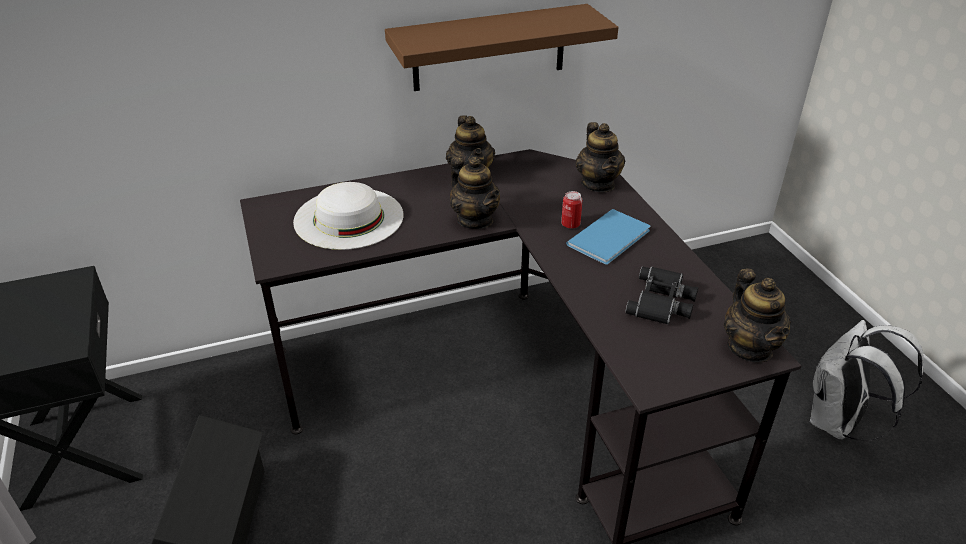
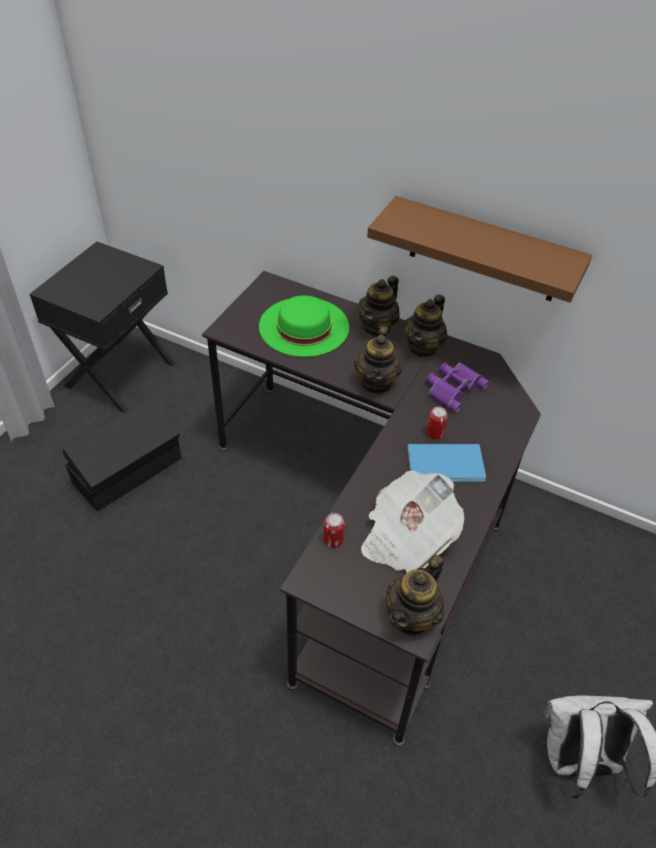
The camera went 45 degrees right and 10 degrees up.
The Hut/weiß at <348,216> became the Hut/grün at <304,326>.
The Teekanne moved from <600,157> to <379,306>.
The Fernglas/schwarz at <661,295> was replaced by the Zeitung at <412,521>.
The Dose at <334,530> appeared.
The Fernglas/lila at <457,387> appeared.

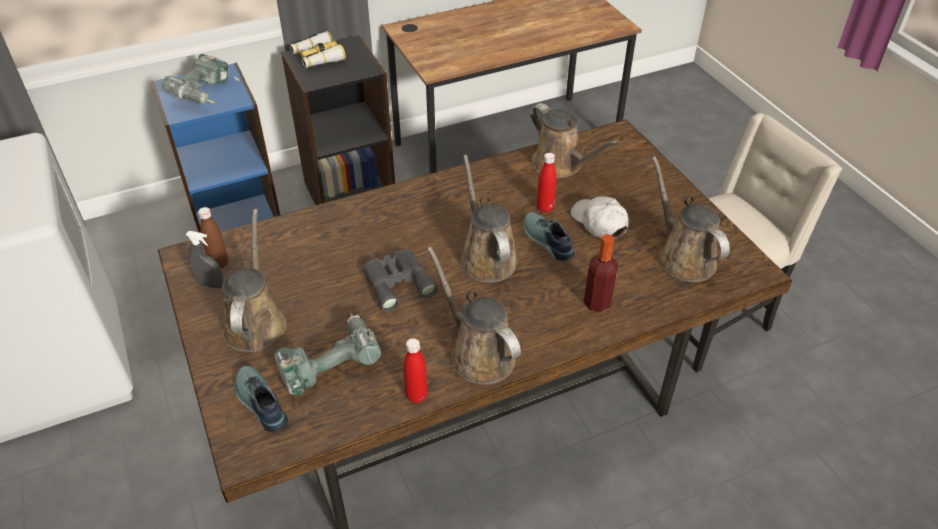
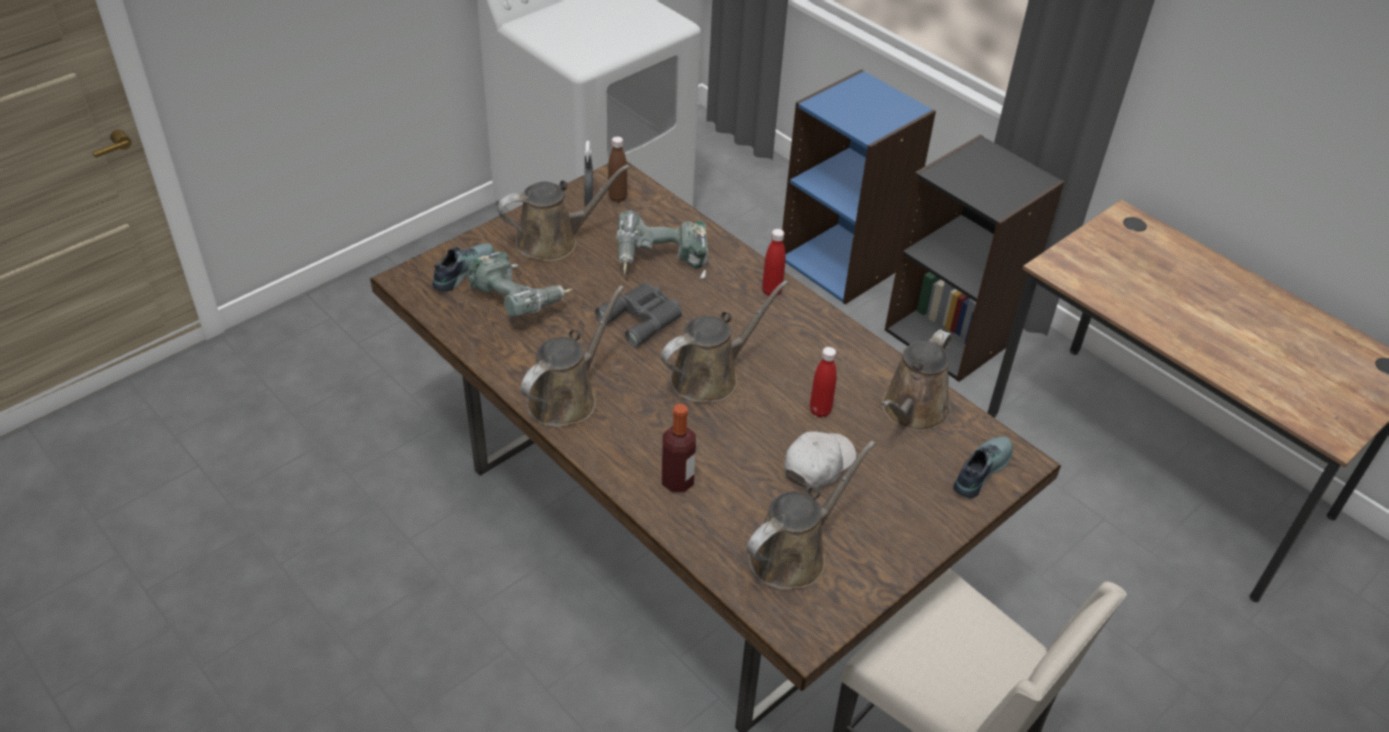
The camera went 70 degrees right and 0 degrees up.
The Bohrmaschine moved from <201,79> to <662,245>.
The Fernglas at <318,49> disappeared.
The Flasche/rot moved from <415,370> to <774,262>.
The Schuh moved from <549,236> to <983,467>.

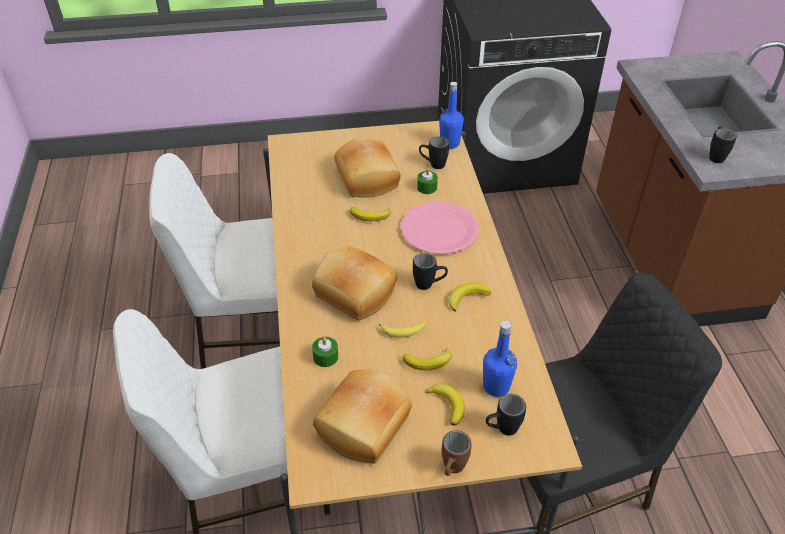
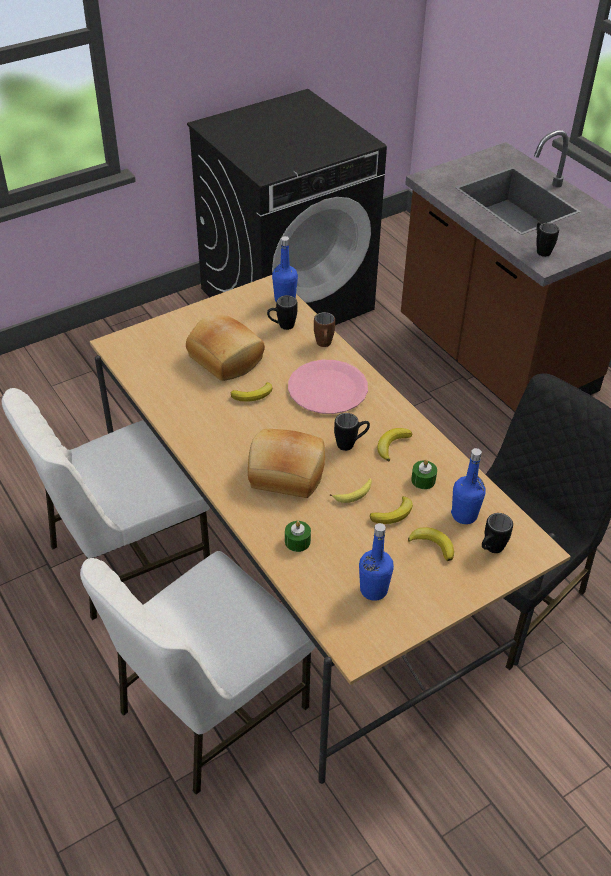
The camera went 25 degrees left and 0 degrees up.
The Brot at <362,417> was replaced by the Flasche/blau at <376,562>.
The Kerze/grün moved from <427,181> to <424,474>.
The Henkelbecher/braun moved from <457,453> to <324,329>.

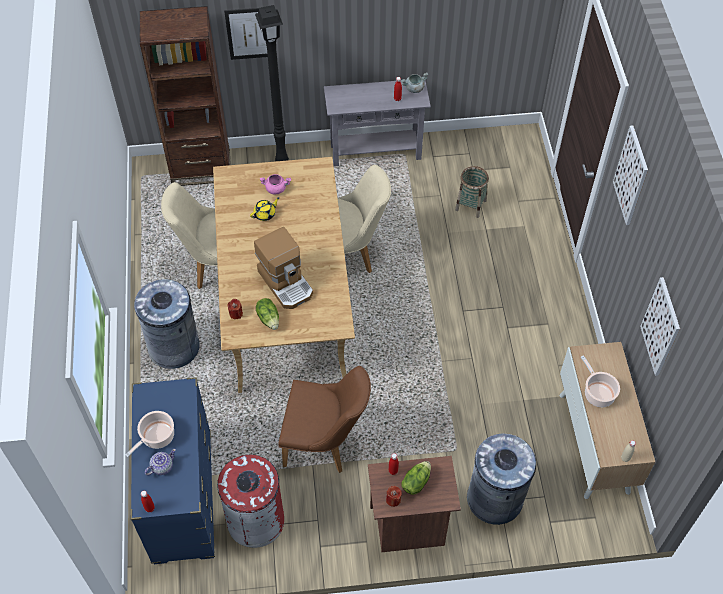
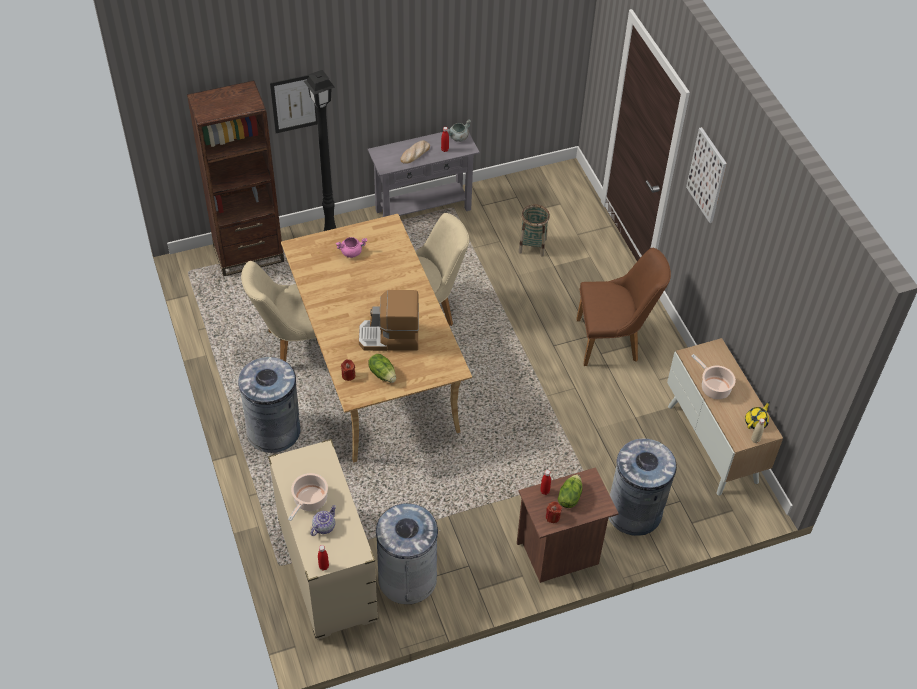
The camera went 15 degrees left and 5 degrees down.
The Kommode/blau at <173,470> became the Kommode/beige at <323,539>.
The Mülleimer/rot at <250,501> became the Mülleimer/grau at <407,553>.
The Teekanne/gelb moved from <265,209> to <757,415>.
The Kaffeemaschine at <283,268> turned 135 degrees clockwise.
The Stuhl/braun moved from <324,419> to <623,307>.
The Bild at <660,326> disappeared.
The Brot at <415,152> appeared.

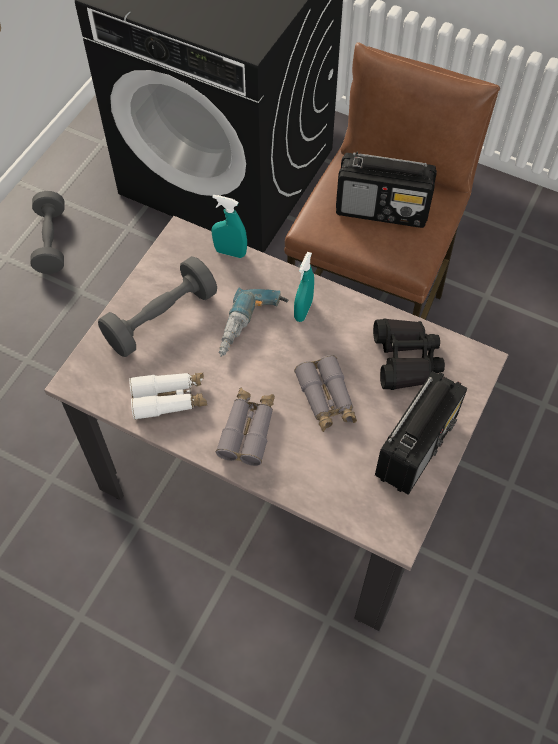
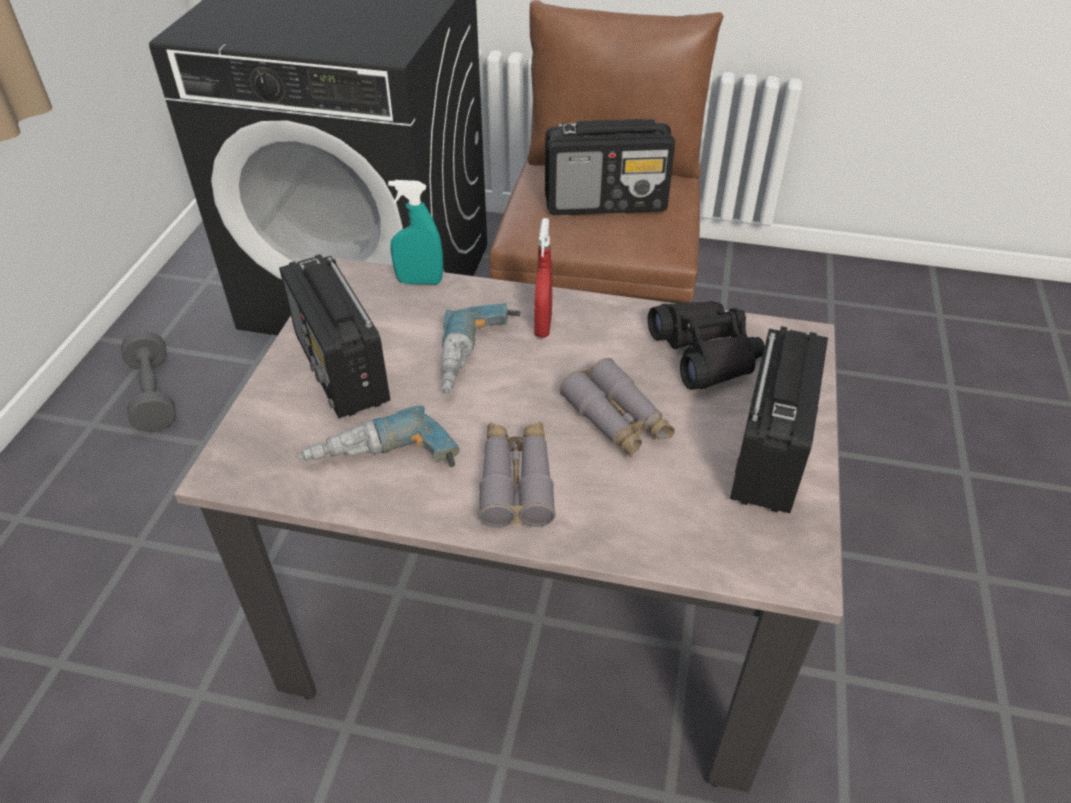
The camera went 15 degrees left and 15 degrees down.
The Hantel/grau at <157,306> was replaced by the Radio at <334,336>.
The Fernglas/weiß at <168,396> was replaced by the Bohrmaschine at <379,436>.
The Sprühflasche/türkis at <304,287> became the Sprühflasche/rot at <543,278>.

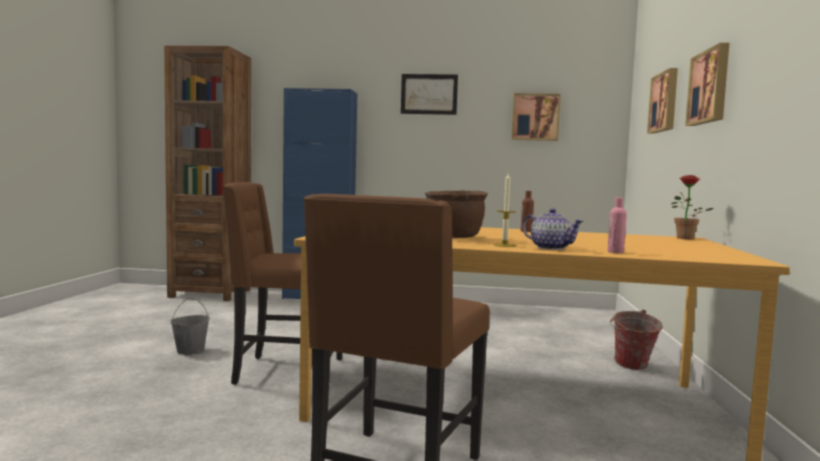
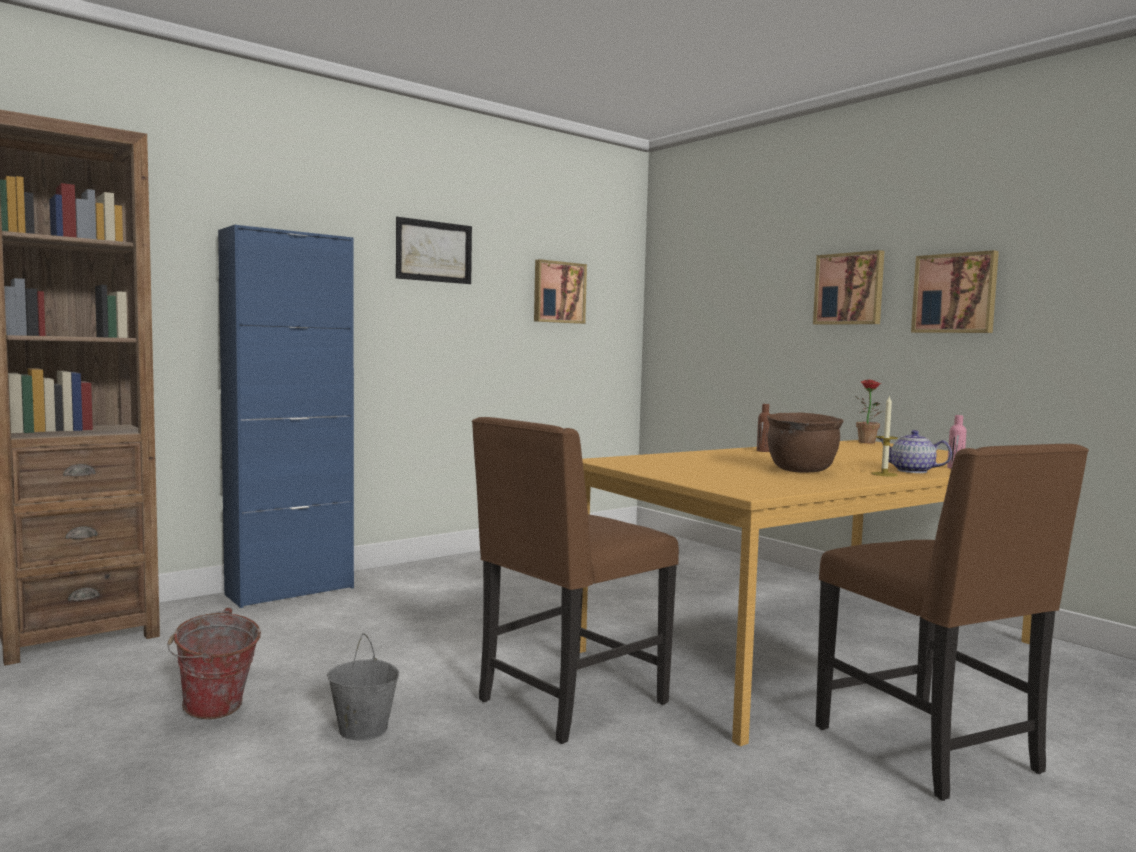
The camera went 45 degrees left and 0 degrees up.
The Teekanne at <553,229> turned 150 degrees counterclockwise.
The Eimer moved from <636,340> to <214,663>.
The Bild moved from <662,101> to <955,291>.

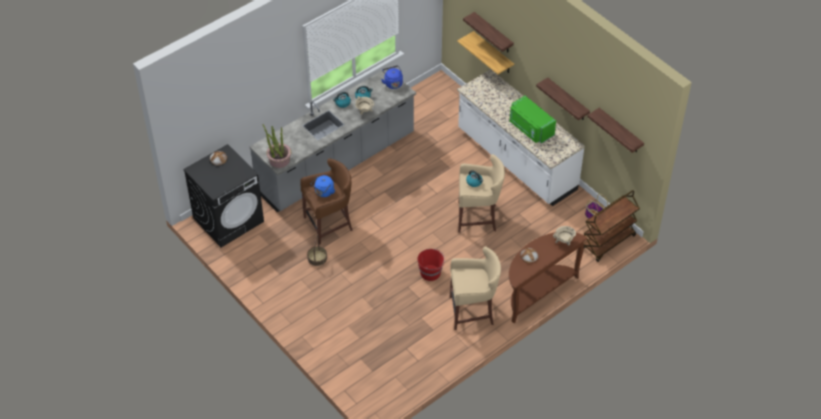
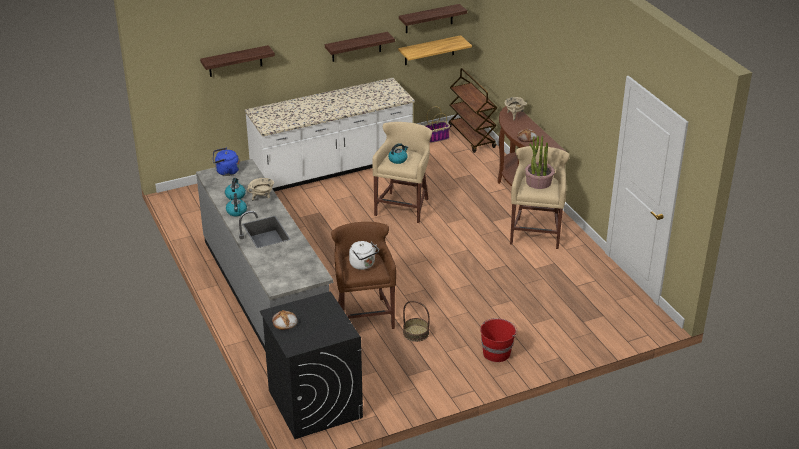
The camera went 75 degrees left and 15 degrees down.
The Topfpflanze moved from <276,146> to <540,162>.
The Wasserkessel/blau at <323,186> became the Wasserkessel/weiß at <364,255>.
The Eimer/rot moved from <431,265> to <498,340>.
The Wandregal moved from <485,53> to <435,50>.
The Mikrowelle/grün at <533,120> disappeared.

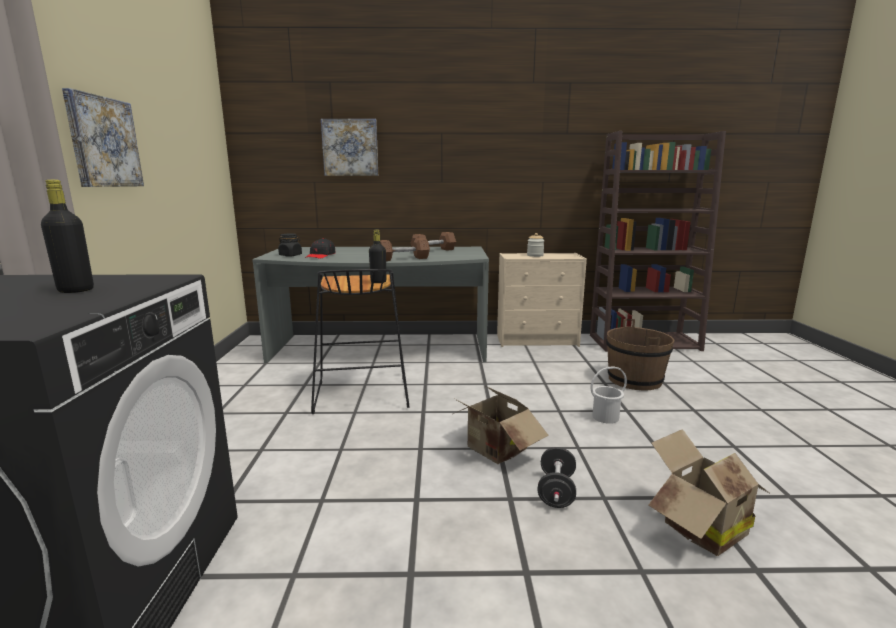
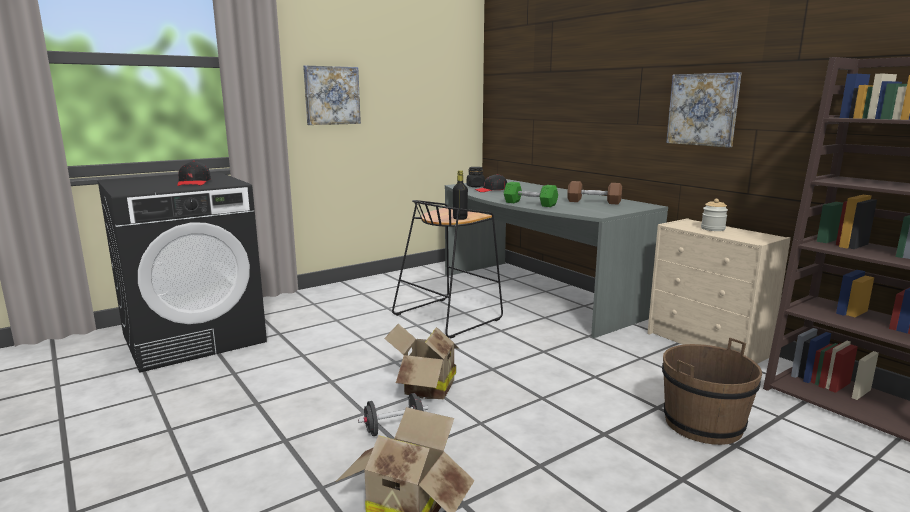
The camera went 55 degrees right and 0 degrees up.
The Flasche/schwarz at <67,236> was replaced by the Kappe/schwarz at <194,173>.
The Bild moved from <349,147> to <703,109>.
The Hantel/braun at <405,249> became the Hantel/grün at <531,194>.
The Eimer/weiß at <609,395> disappeared.

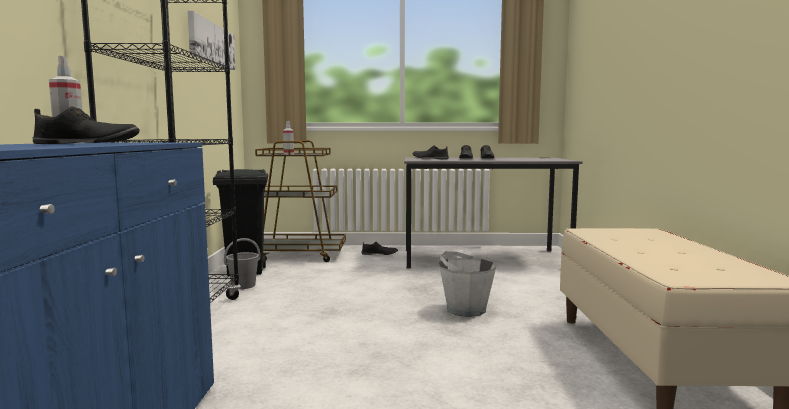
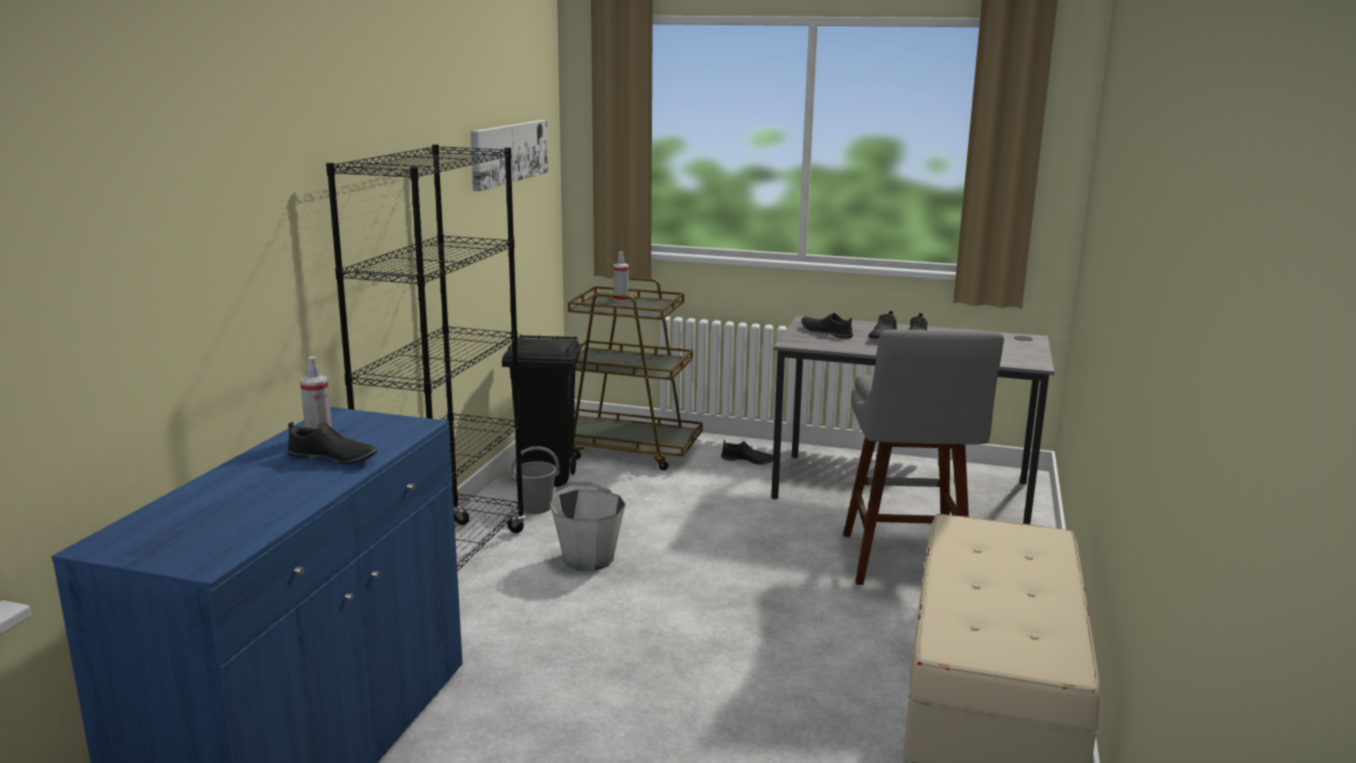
The camera went 15 degrees right and 10 degrees up.
The Eimer/grau moved from <467,284> to <587,526>.
The Hocker/grau at <923,457> appeared.

